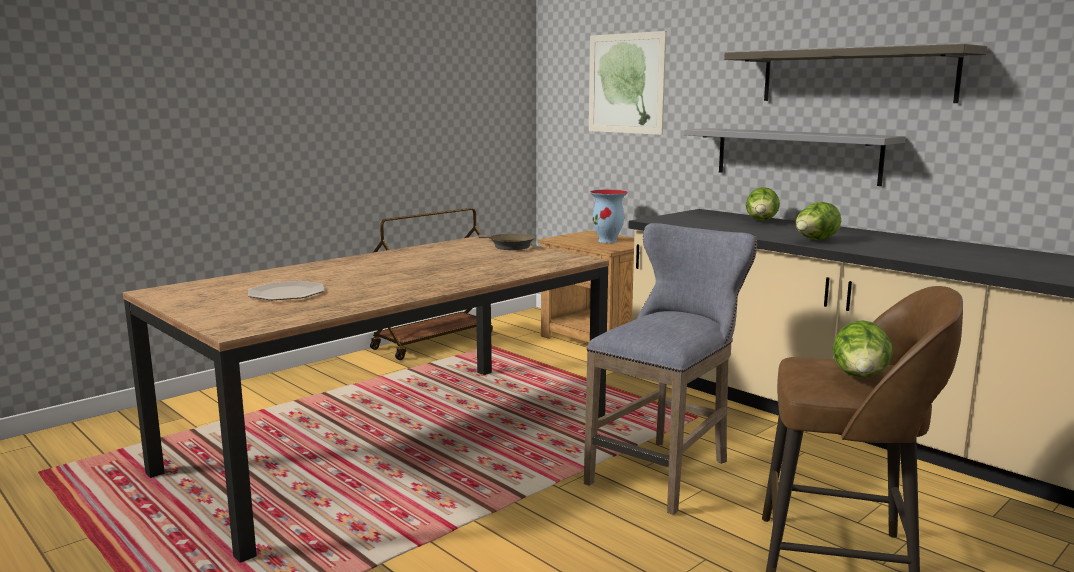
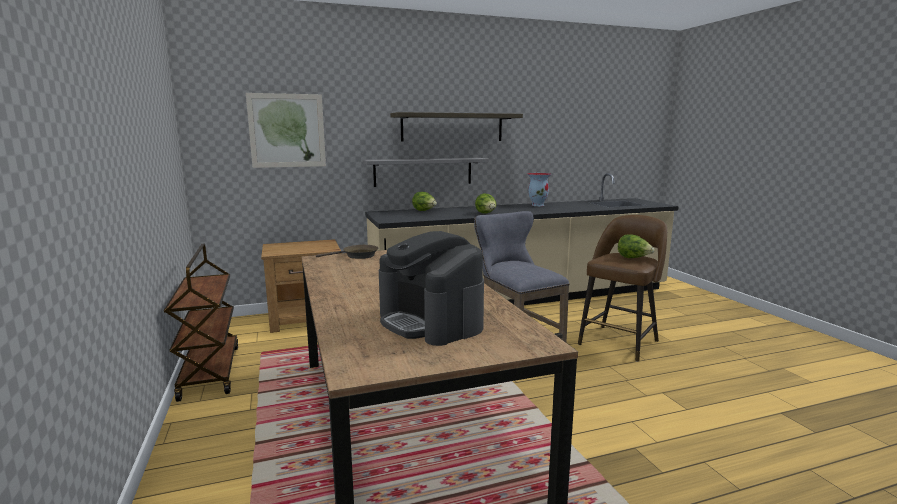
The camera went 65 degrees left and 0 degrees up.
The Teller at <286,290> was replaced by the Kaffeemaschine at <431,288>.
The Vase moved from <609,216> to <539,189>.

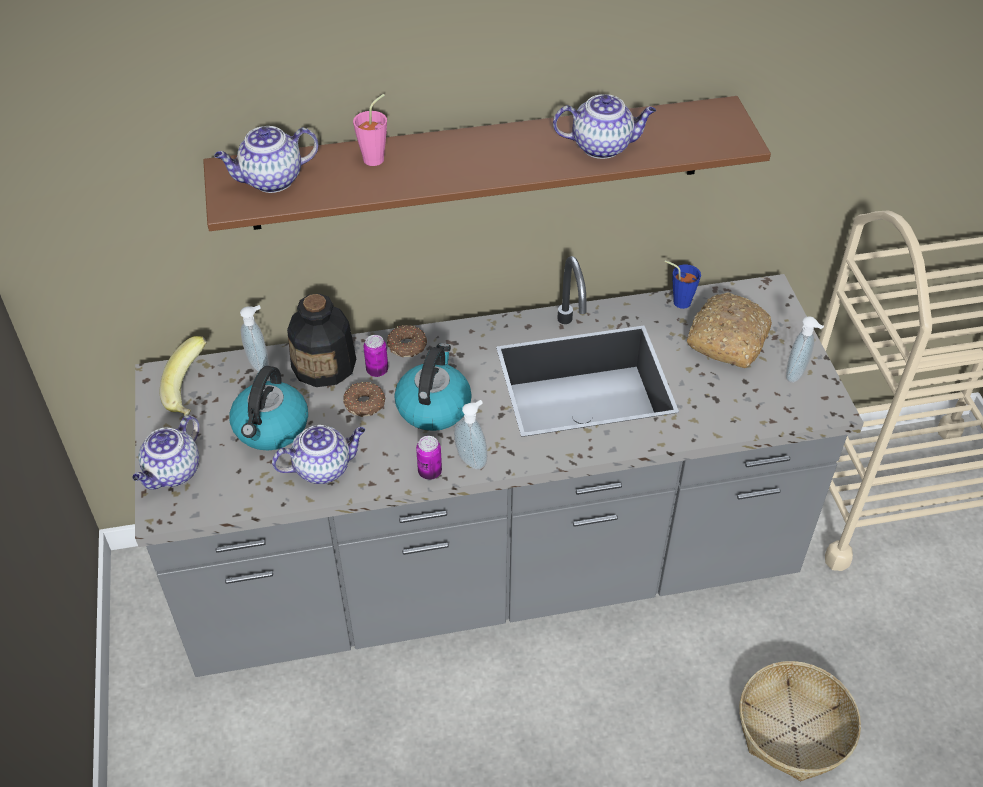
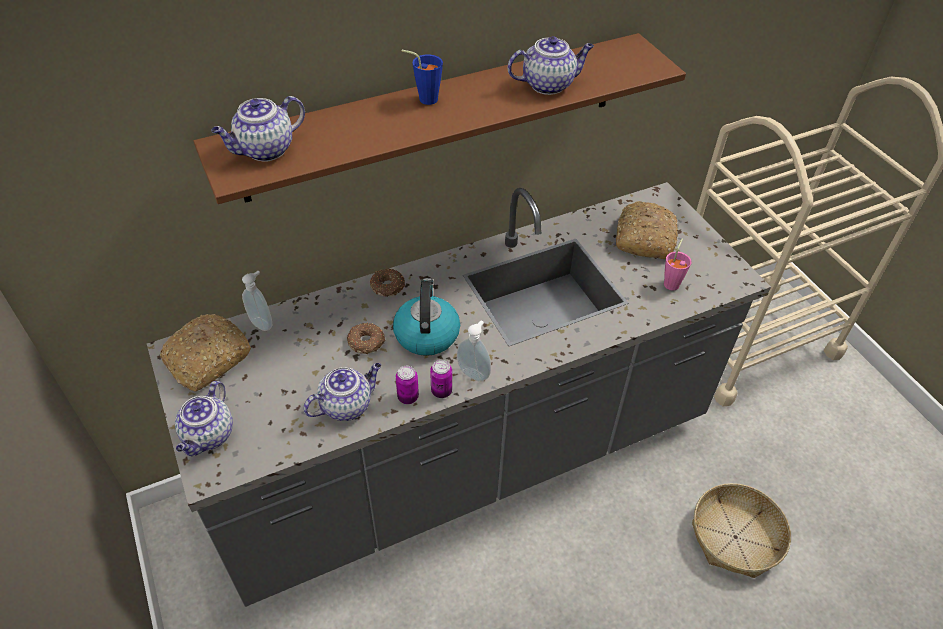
The camera went 15 degrees left and 0 degrees up.
The Banane at <183,376> was replaced by the Brot at <205,352>.
The Wasserkessel at <269,408> disappeared.
The Flasche at <321,340> disappeared.
The Tasse/rosa moved from <370,130> to <678,264>.
The Dose moved from <375,356> to <407,385>.
The Tasse/blau moved from <682,284> to <422,77>.
The Seifenspender at <805,349> disappeared.

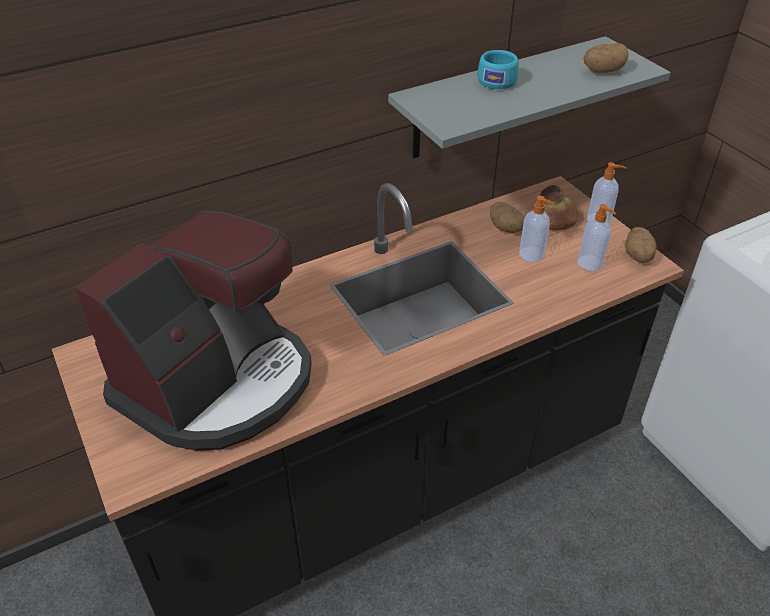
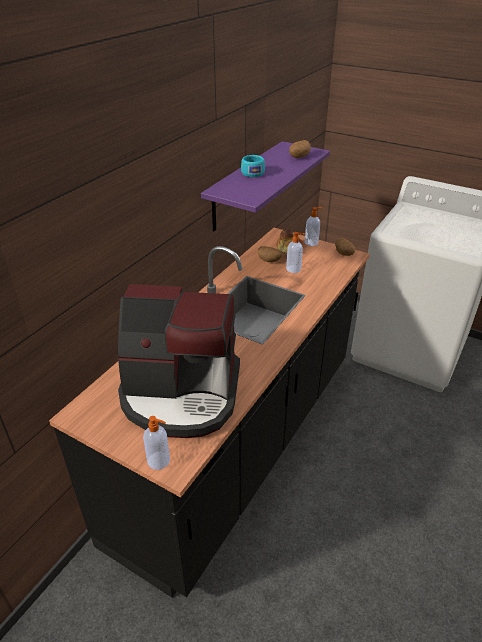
The camera went 30 degrees left and 5 degrees down.
The Kaffeemaschine at <193,330> turned 90 degrees clockwise.
The Wandregal/grau at <529,97> became the Wandregal/lila at <265,186>.
The Seifenspender moved from <597,237> to <156,443>.

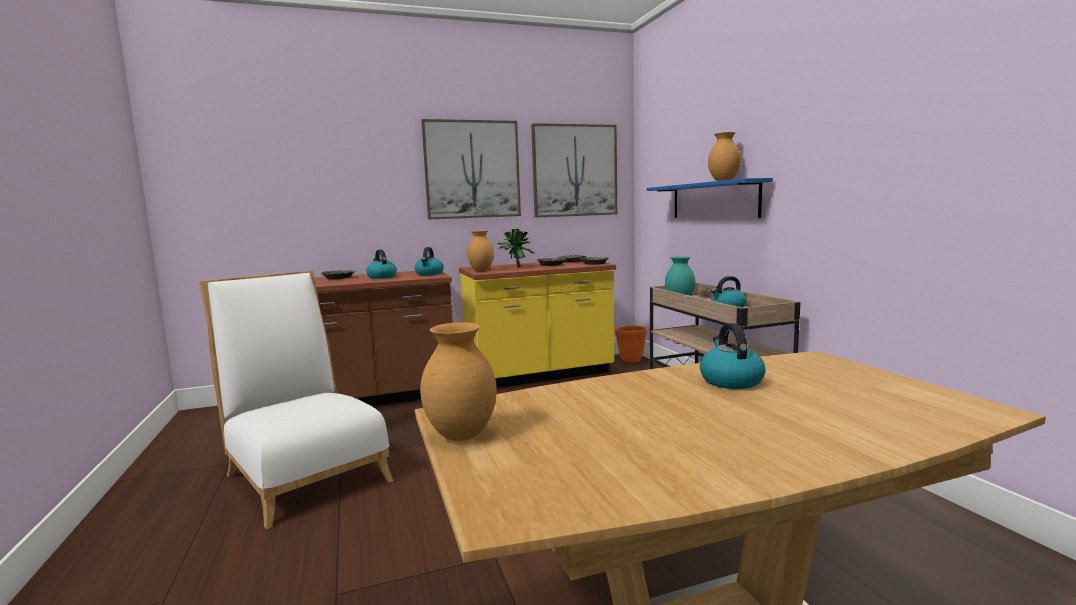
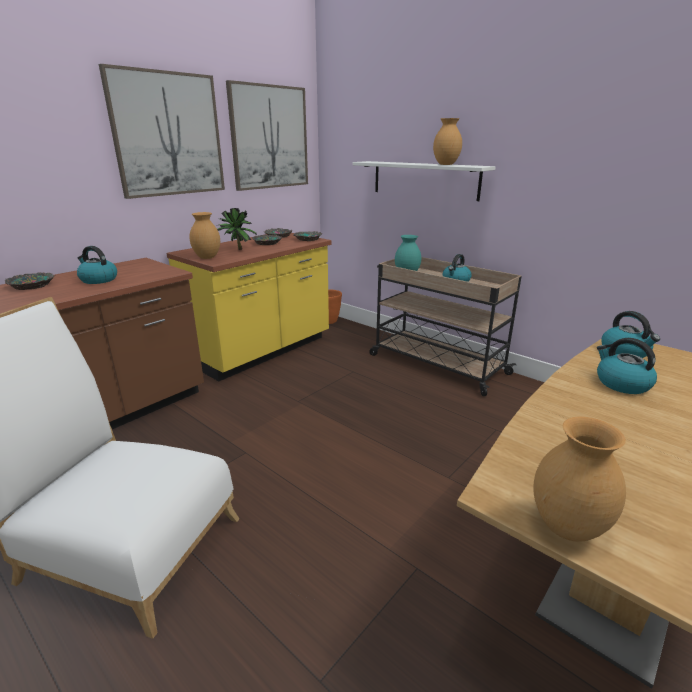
The camera went 30 degrees left and 15 degrees up.
The Wasserkessel moved from <429,261> to <630,334>.
The Wandregal/blau at <710,198> became the Wandregal/weiß at <423,181>.

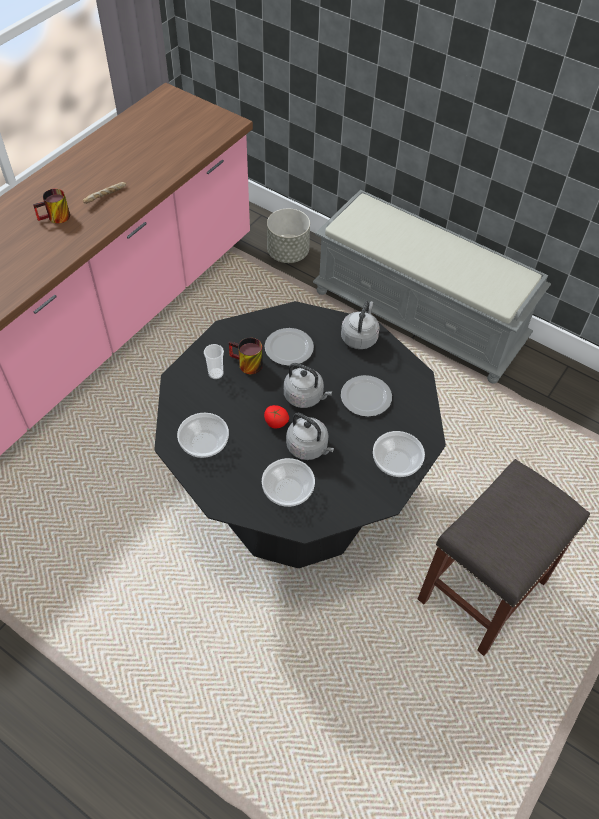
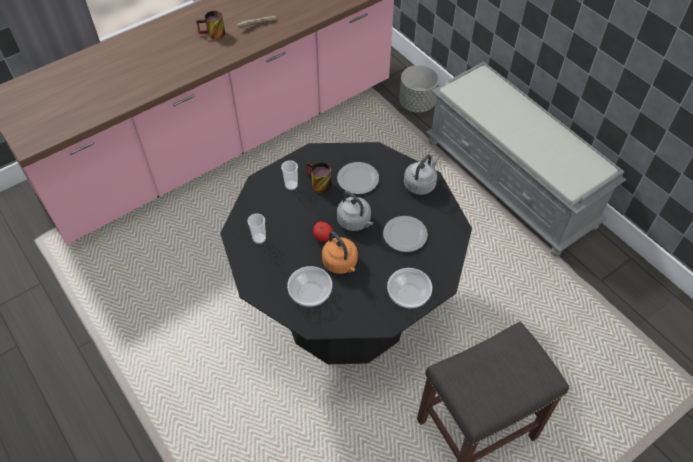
The camera went 20 degrees right and 0 degrees up.
The Schüssel at <203,435> was replaced by the Tasse at <257,229>.
The Wasserkessel/grau at <310,436> became the Wasserkessel/orange at <340,253>.

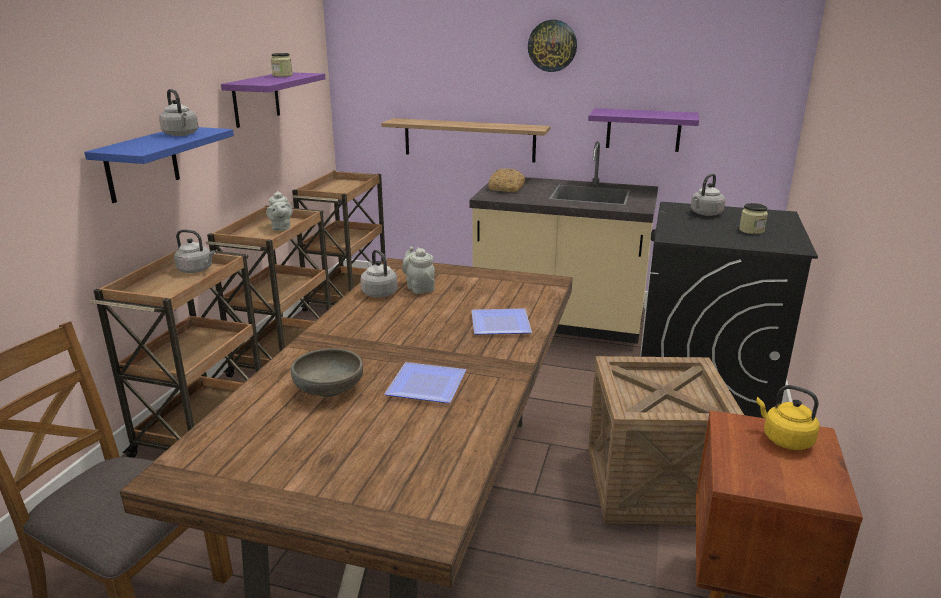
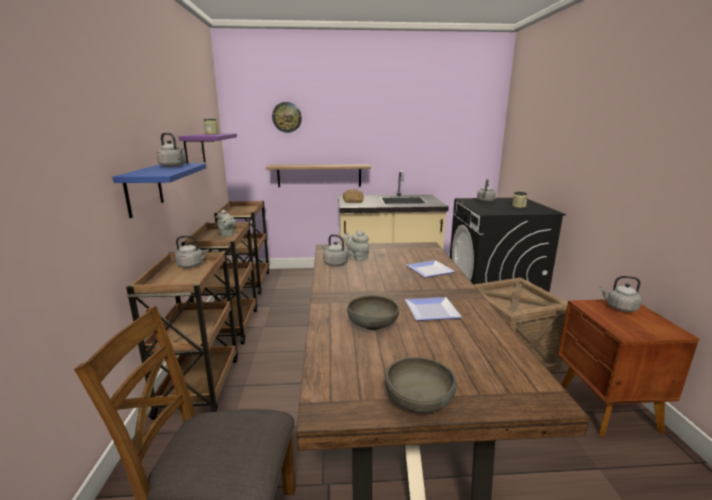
The camera went 20 degrees left and 5 degrees down.
The Wanduhr moved from <552,46> to <287,117>.
The Wandregal/lila at <643,130> disappeared.
The Wasserkessel/gelb at <788,417> became the Wasserkessel/grau at <621,294>.
The Schüssel/grau at <420,385> appeared.

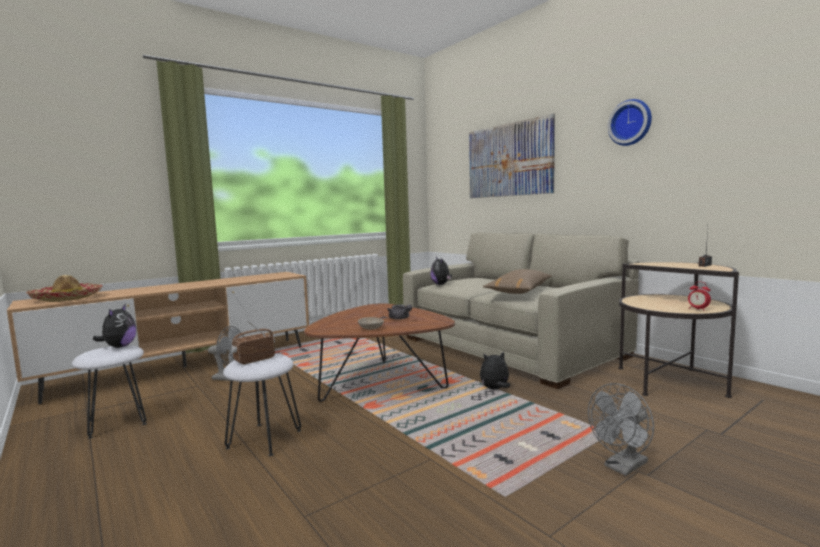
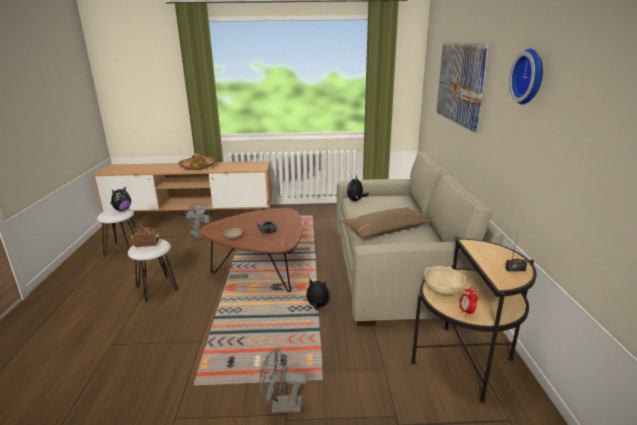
The camera went 35 degrees right and 15 degrees up.
The Hut moved from <64,288> to <196,162>.
The Schüssel/beige at <445,280> appeared.

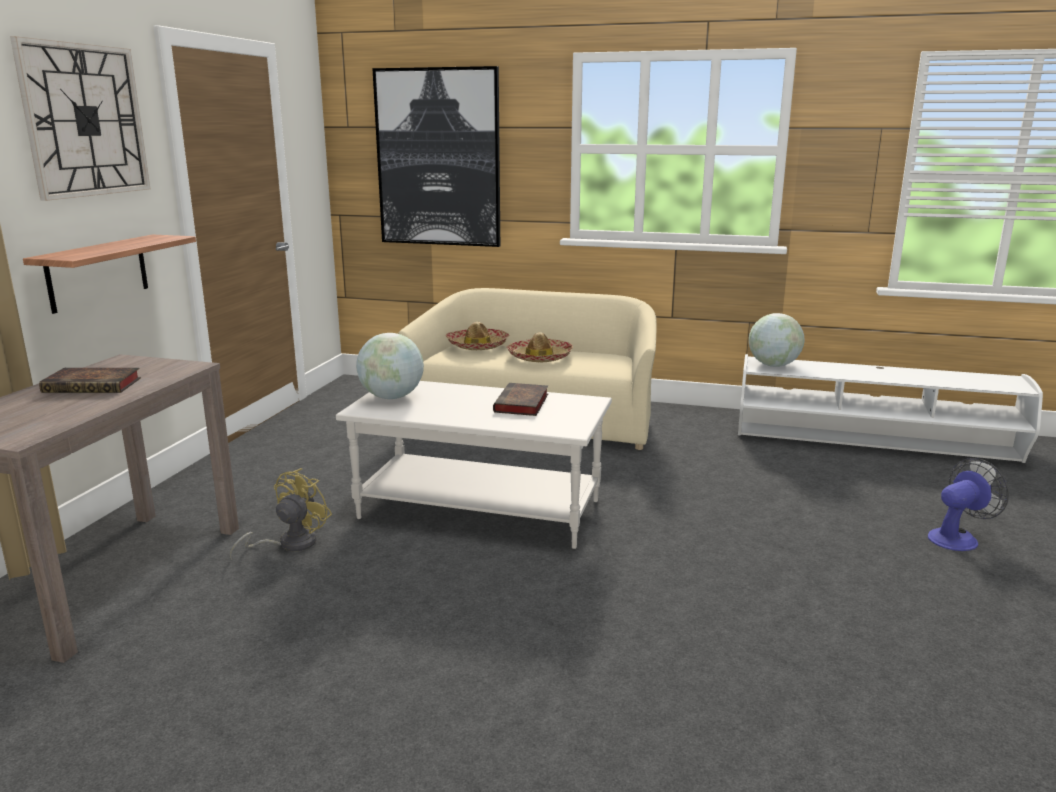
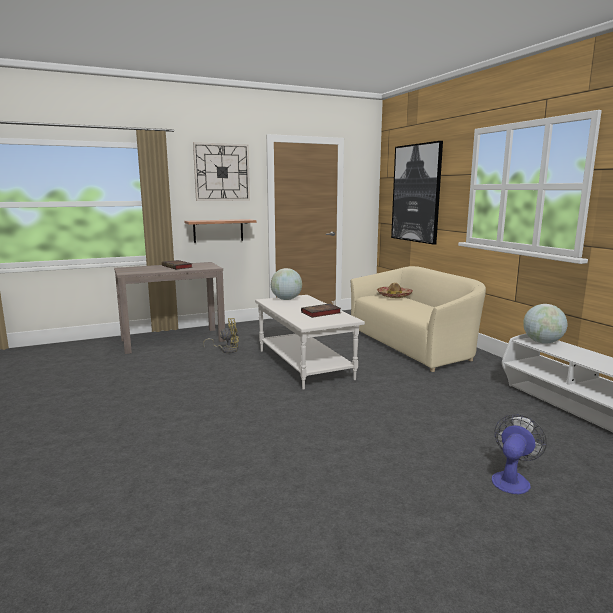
The camera went 50 degrees right and 5 degrees down.
The Hut at <539,347> disappeared.
The Ventilator at <968,504> turned 75 degrees counterclockwise.

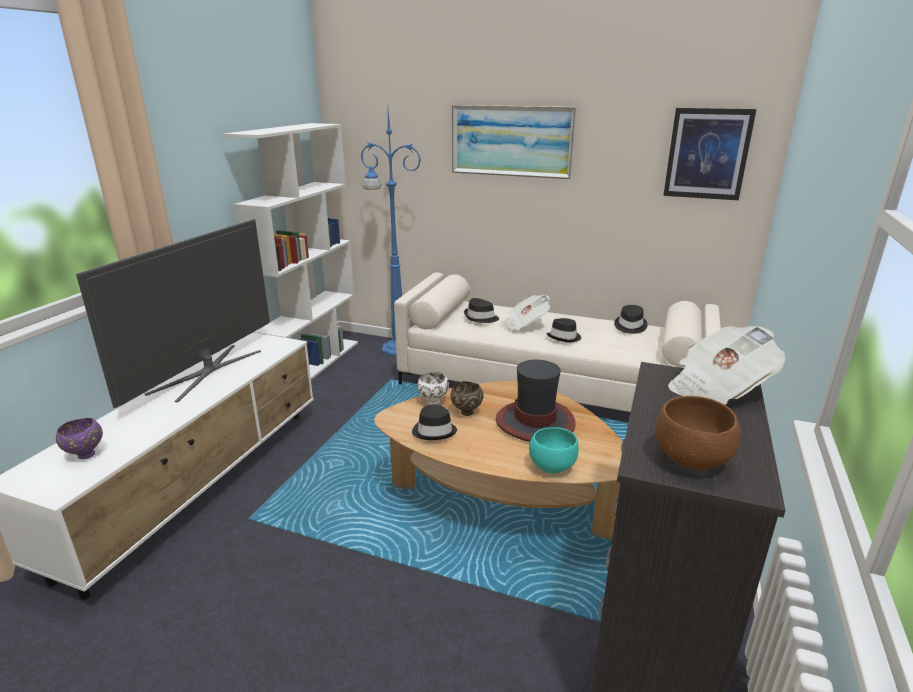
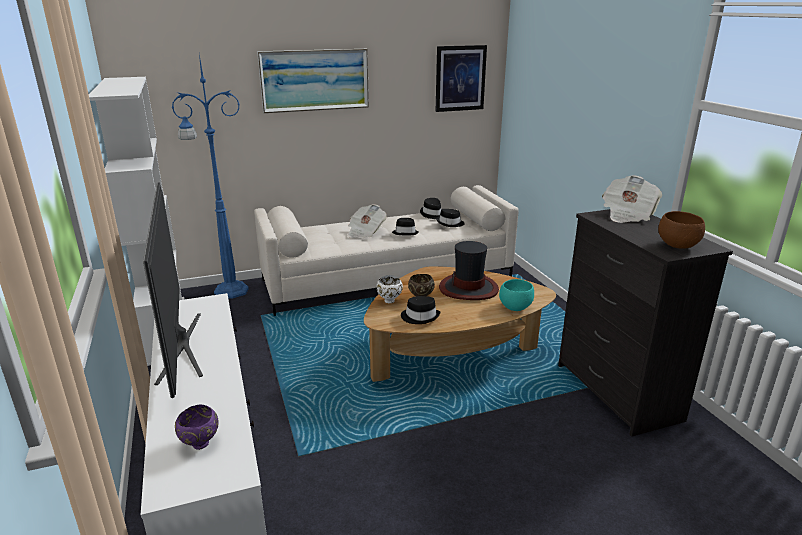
The camera went 40 degrees left and 0 degrees up.
The Hut/schwarz moved from <481,310> to <450,218>.

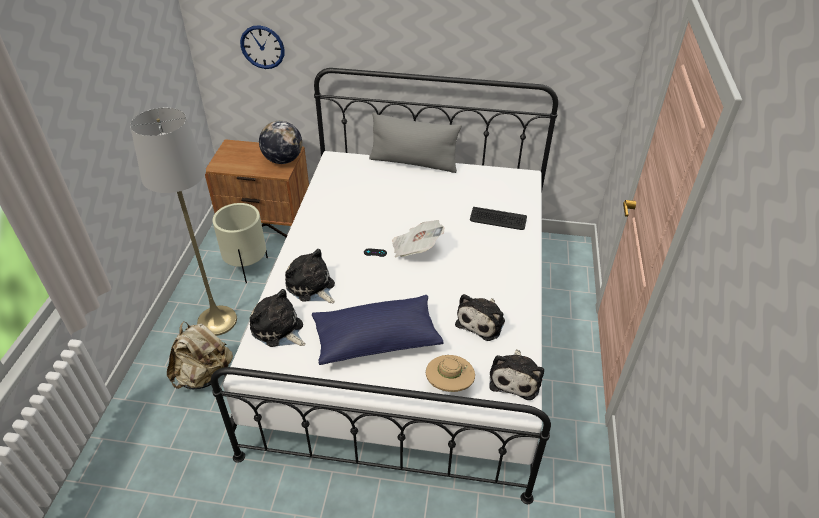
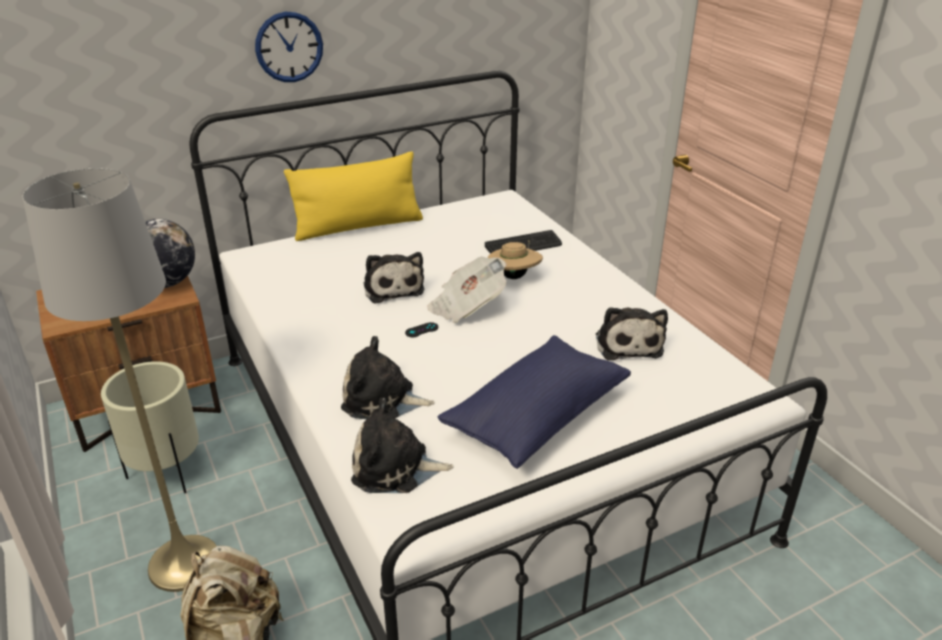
The camera went 35 degrees left and 10 degrees down.
The Wanduhr moved from <262,47> to <289,47>.
The Kissen/grau at <415,142> became the Kissen/gelb at <353,196>.
The Hut/beige moved from <450,373> to <515,259>.
The Plüschtier moved from <516,374> to <394,277>.

